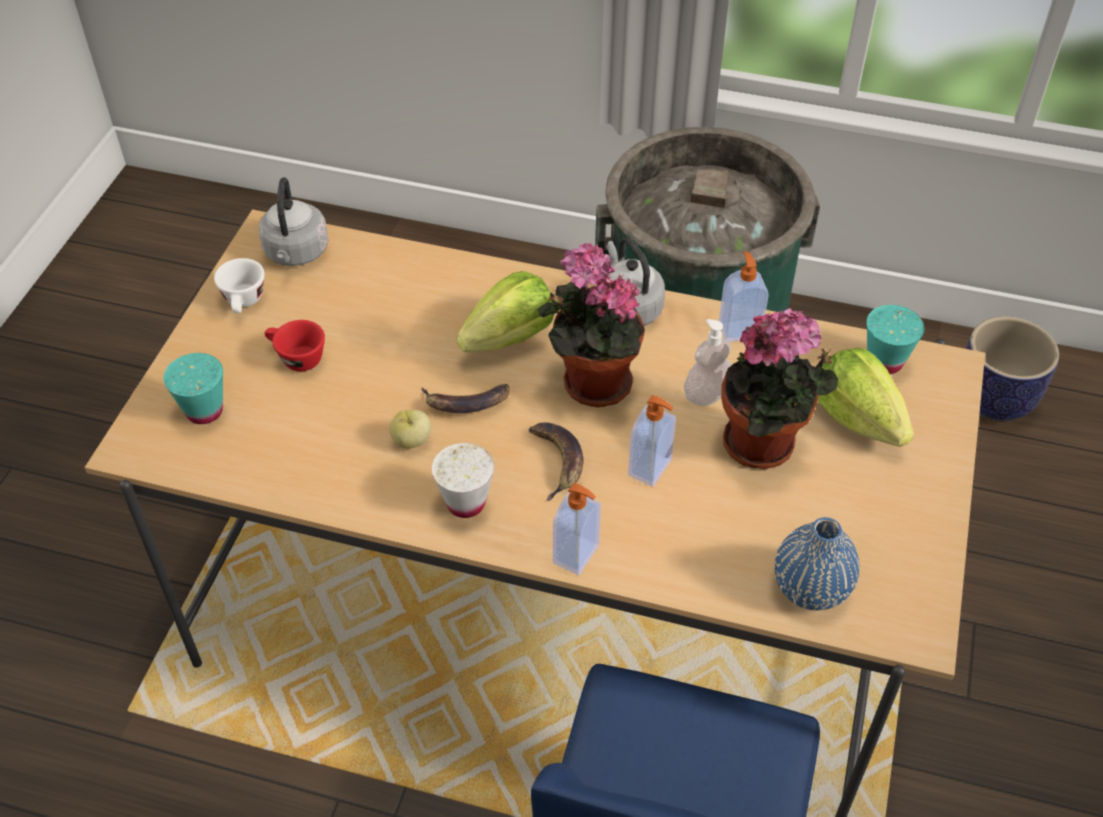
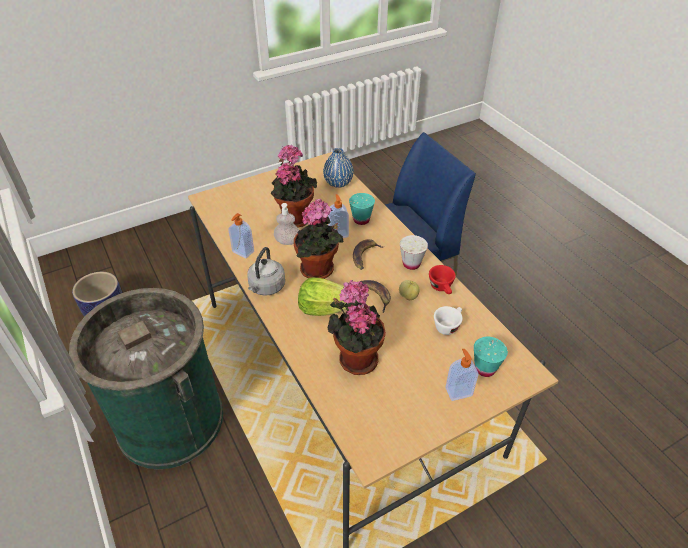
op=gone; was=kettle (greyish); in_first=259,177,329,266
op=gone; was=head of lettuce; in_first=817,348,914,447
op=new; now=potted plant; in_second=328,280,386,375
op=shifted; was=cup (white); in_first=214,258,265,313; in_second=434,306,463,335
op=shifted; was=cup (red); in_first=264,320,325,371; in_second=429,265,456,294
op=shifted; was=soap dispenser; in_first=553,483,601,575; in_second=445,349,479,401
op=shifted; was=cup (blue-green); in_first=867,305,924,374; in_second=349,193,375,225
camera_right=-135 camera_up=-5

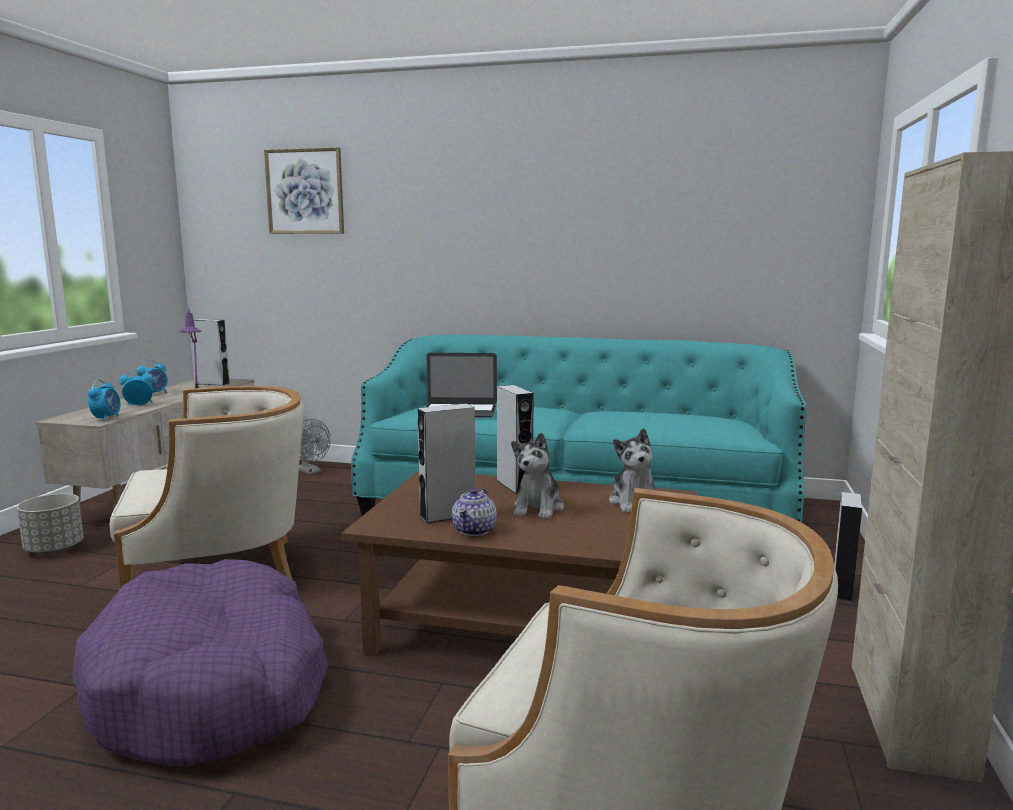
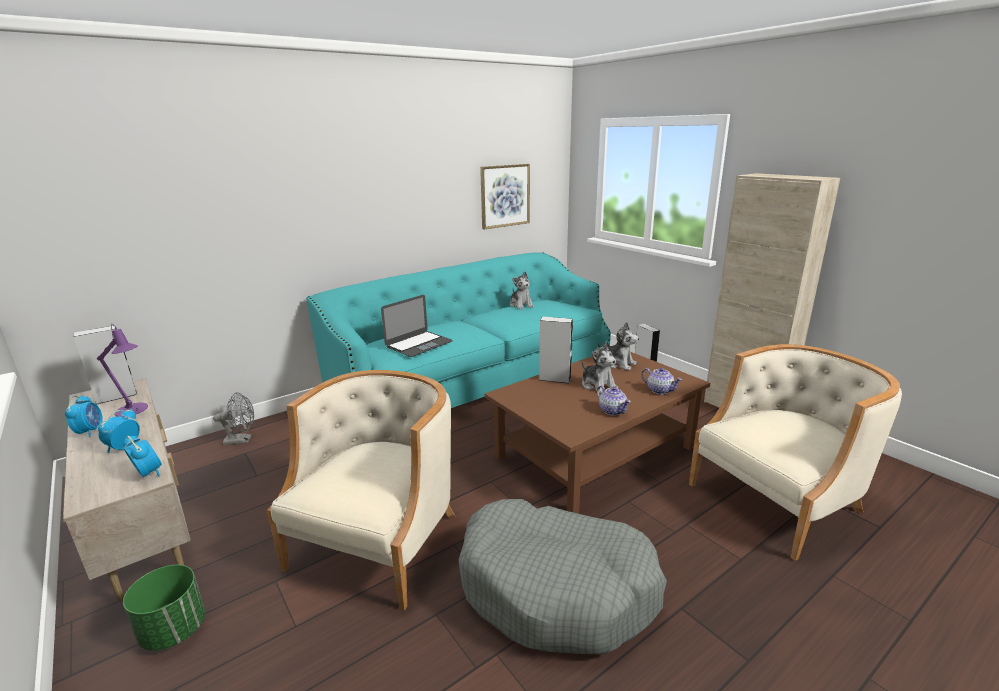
op=gone; was=speaker (greyish); in_first=418,403,476,523
op=new; now=soft toy; in_second=510,271,534,310
op=new; now=pot for tea; in_second=641,368,682,395
op=shifted; was=wall picture; in_first=264,147,344,234; in_second=480,164,530,229
op=repainted; was=planter (greyish); now=planter (green); in_first=17,494,84,554; in_second=123,565,205,651
op=repainted; was=dog cushion (purplish); now=dog cushion (greyish); in_first=72,559,328,767; in_second=459,499,667,655
camera_right=-50 camera_up=10

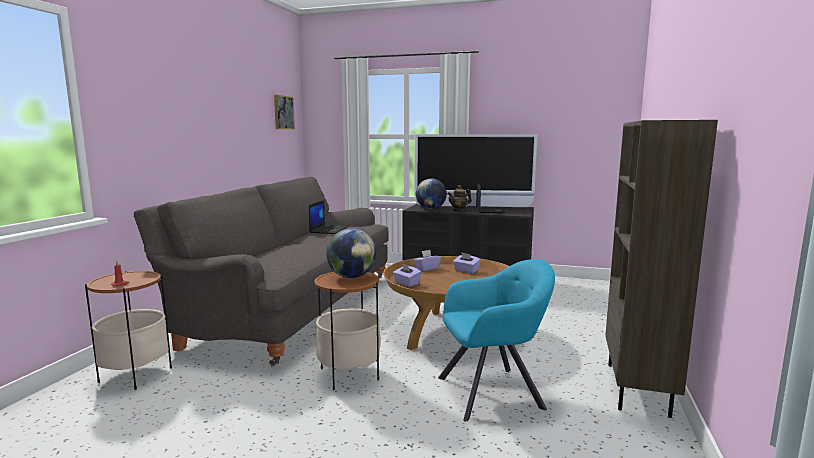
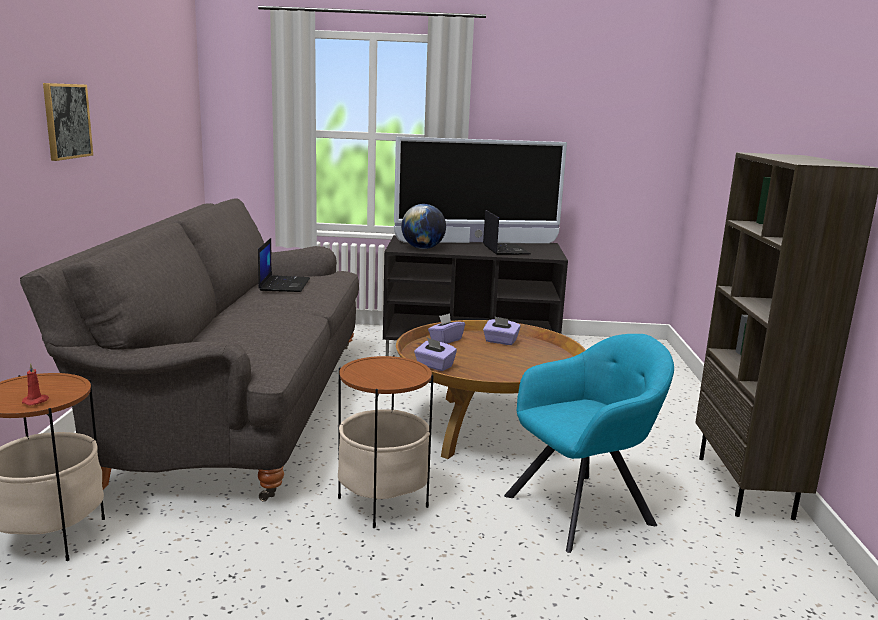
op=gone; was=desk globe; in_first=326,228,376,278
op=gone; was=pot for tea; in_first=447,185,472,212
op=shifted; was=wall picture; in_first=274,95,295,129; in_second=43,83,93,161
camera_right=-15 camera_up=5

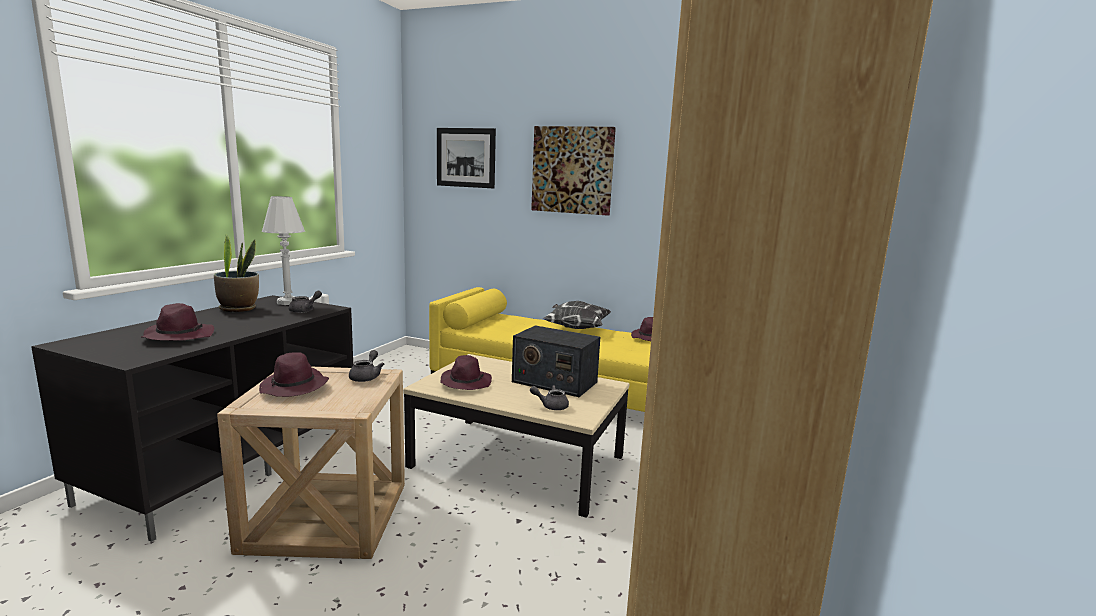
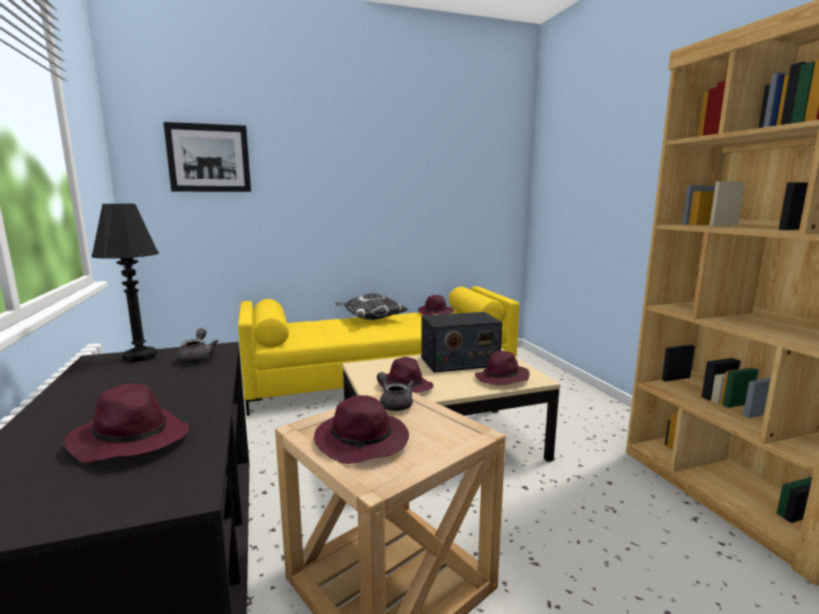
op=gone; was=potted plant; in_first=214,234,259,312
op=gone; was=wall picture; in_first=531,126,616,216
op=swapped; was=pot for tea (greyish); now=hat (purplish); in_first=530,385,569,410; in_second=475,351,530,385
op=repainted; was=lamp for a table (white); now=lamp for a table (black-coloured); in_first=262,196,305,305; in_second=91,204,159,362
camera_right=-40 camera_up=0

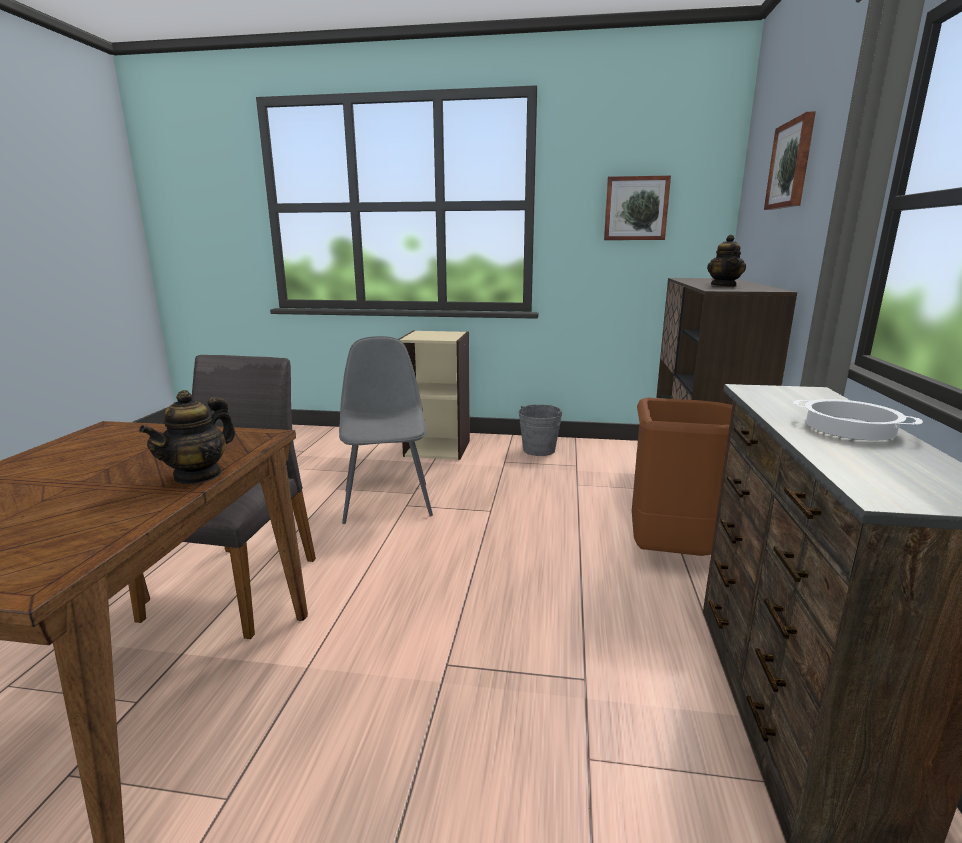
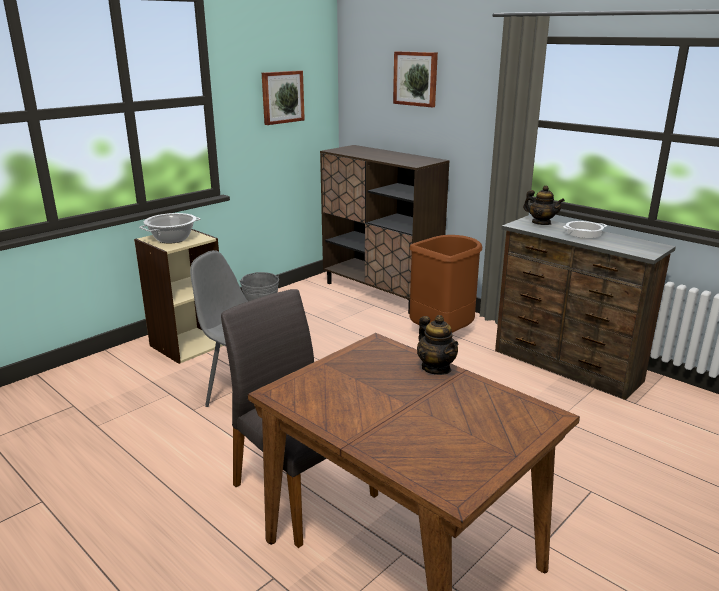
op=new; now=saucepot; in_second=139,213,201,243
op=shifted; was=pot for tea; in_first=707,235,746,287; in_second=523,186,565,225
camera_right=-55 camera_up=5

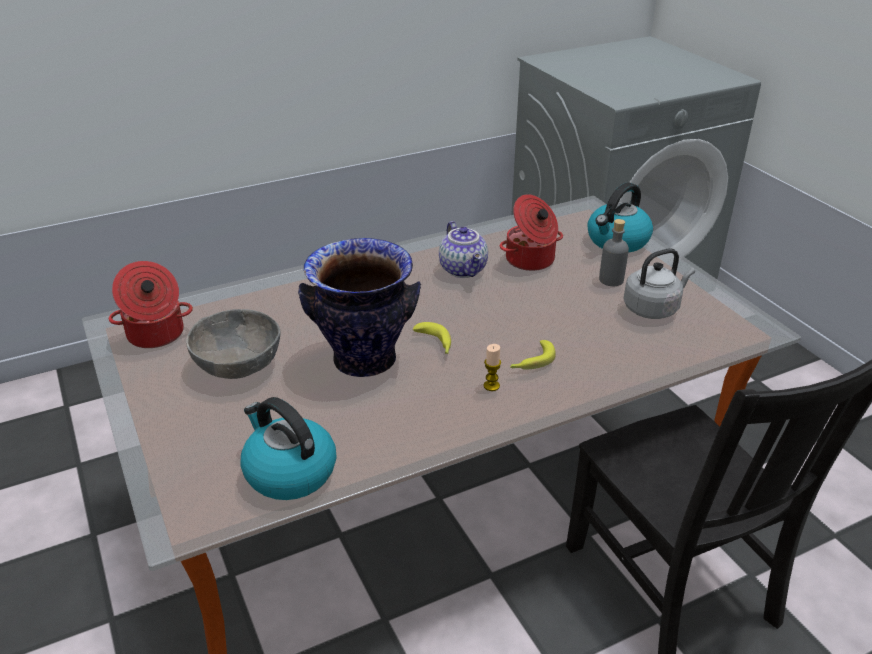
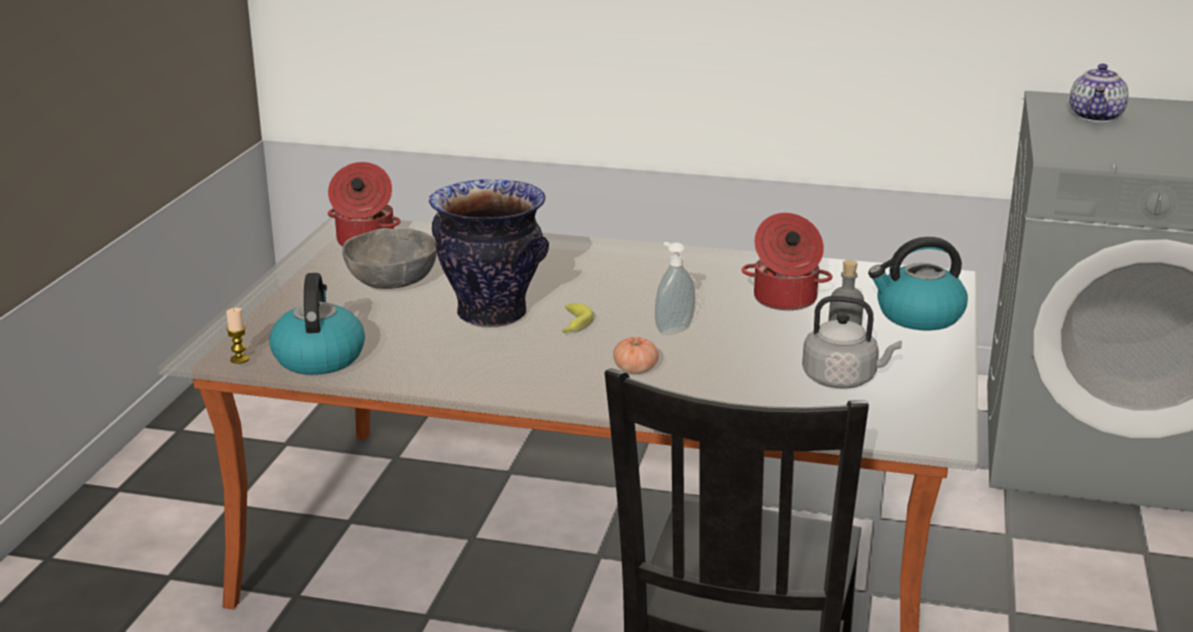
op=new; now=soap dispenser; in_second=655,242,695,335
op=shifted; was=pot for tea; in_first=439,221,488,278; in_second=1070,64,1129,122
op=shifted; was=candle; in_first=484,344,501,391; in_second=226,308,249,364
op=swapped; was=banana fruit; now=fresh tomato; in_first=510,340,556,369; in_second=613,337,659,374
camera_right=40 camera_up=-10

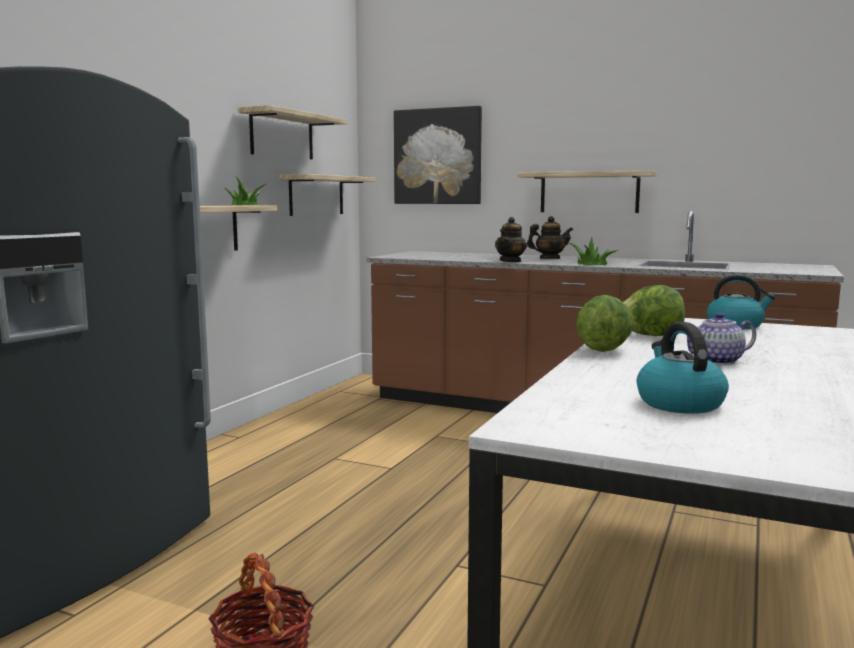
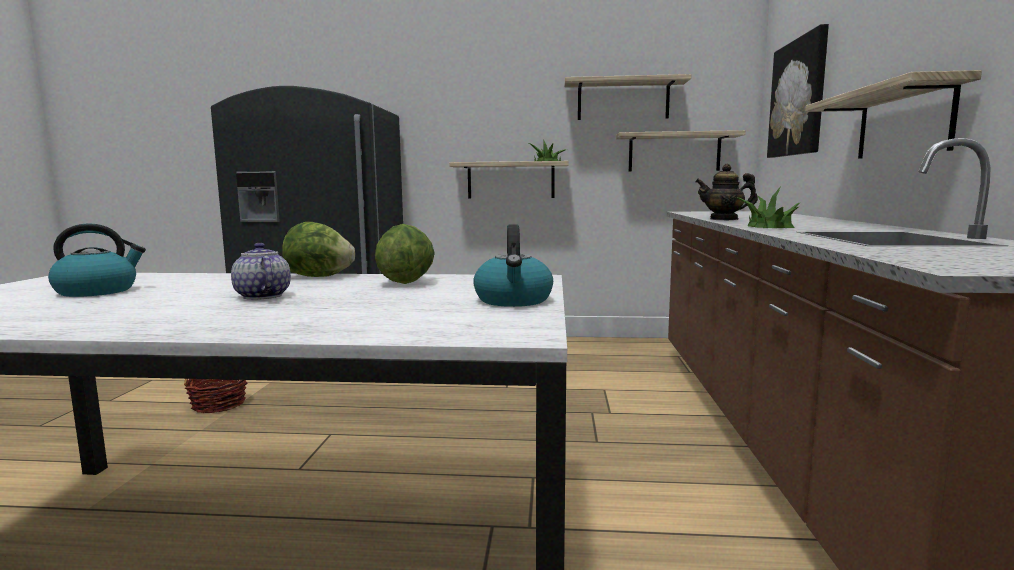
op=gone; was=pot for tea; in_first=527,216,573,259
camera_right=70 camera_up=0

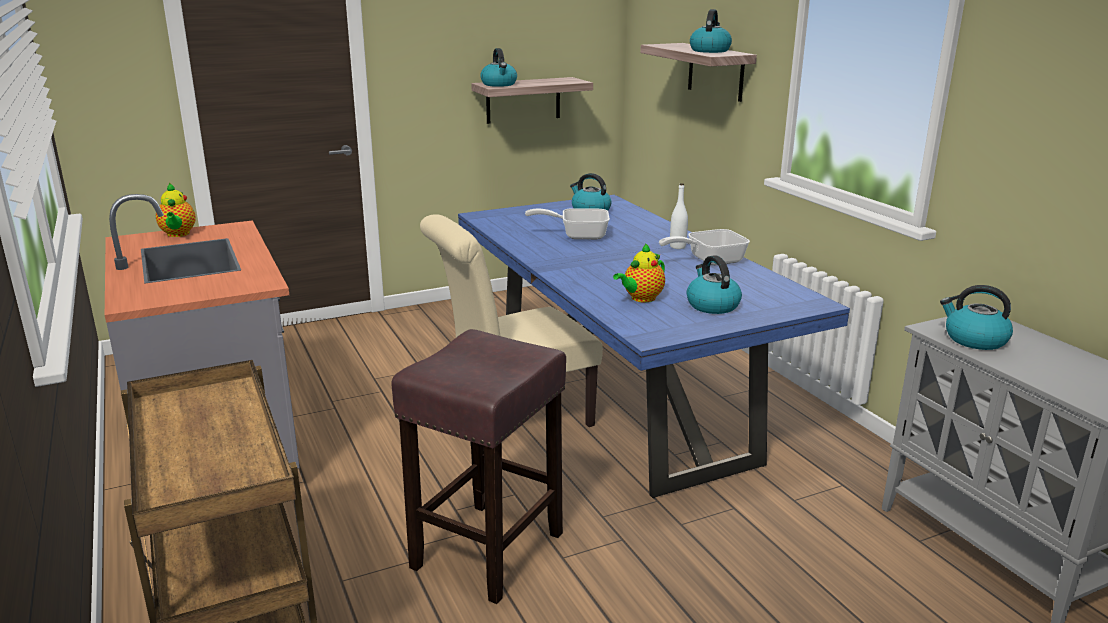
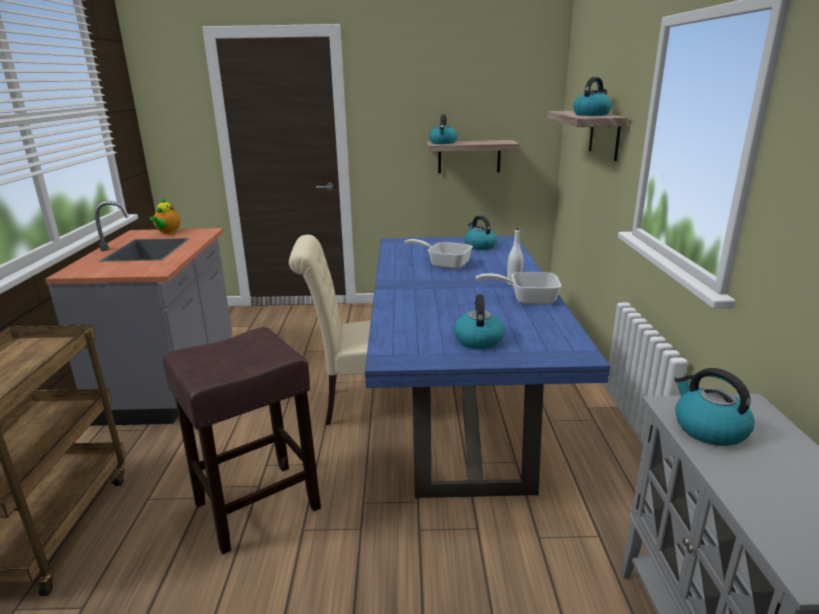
op=gone; was=pot for tea; in_first=613,243,665,302
camera_right=25 camera_up=0

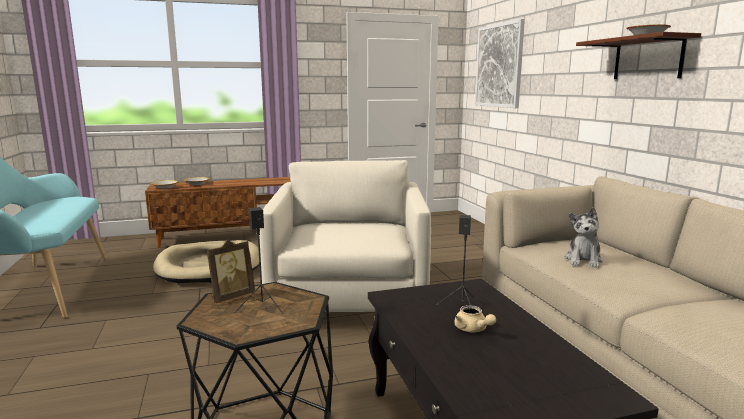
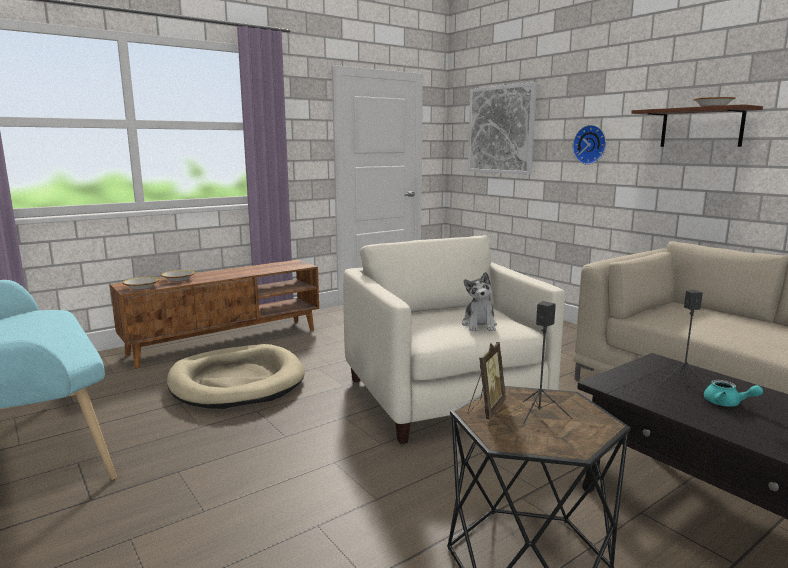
op=new; now=wall clock; in_second=573,125,606,165
op=shifted; was=soft toy; in_first=565,207,603,268; in_second=462,272,497,331
op=repainted; was=pot for tea (beige); now=pot for tea (blue-green); in_first=454,305,496,332; in_second=704,380,763,407
camera_right=-20 camera_up=0

